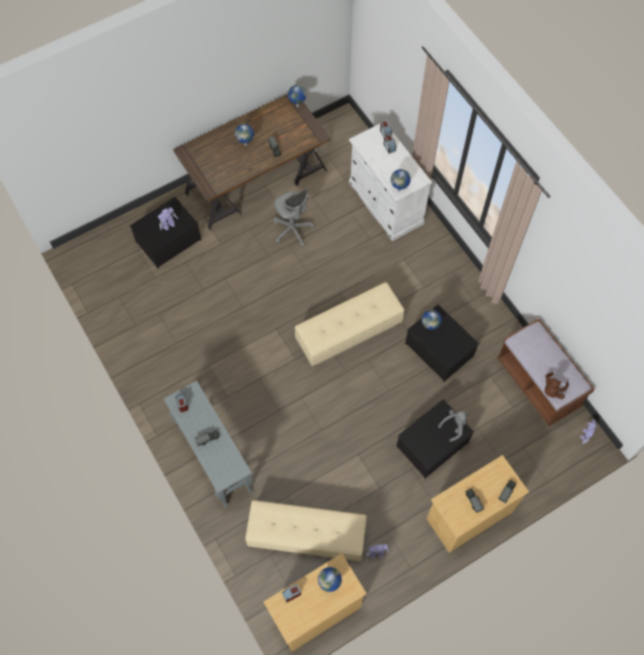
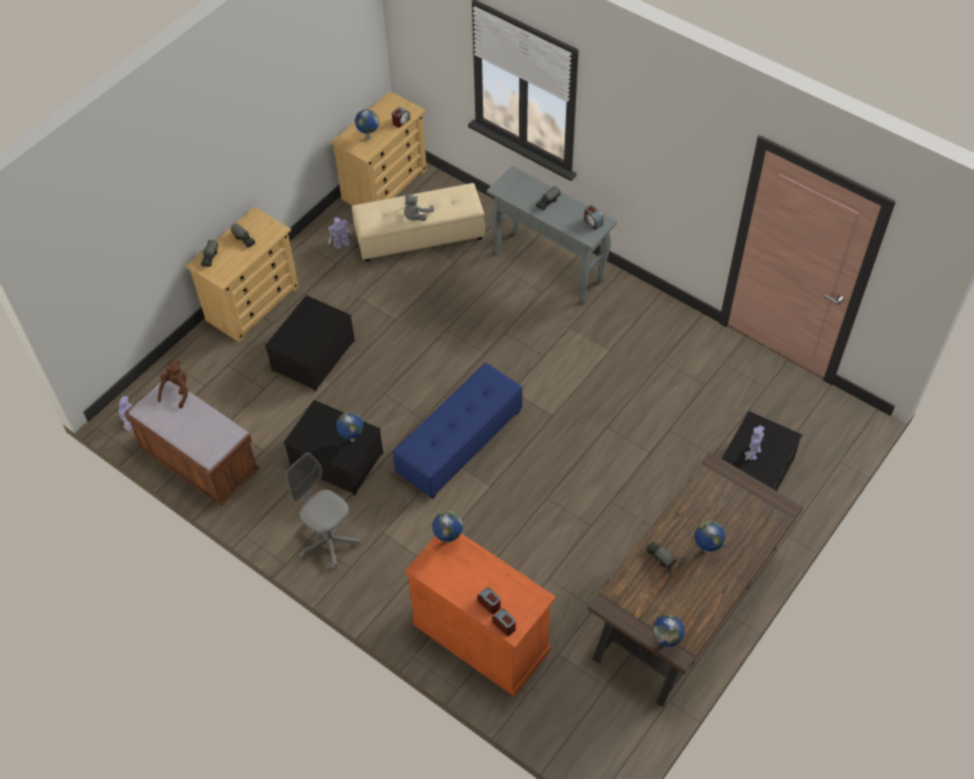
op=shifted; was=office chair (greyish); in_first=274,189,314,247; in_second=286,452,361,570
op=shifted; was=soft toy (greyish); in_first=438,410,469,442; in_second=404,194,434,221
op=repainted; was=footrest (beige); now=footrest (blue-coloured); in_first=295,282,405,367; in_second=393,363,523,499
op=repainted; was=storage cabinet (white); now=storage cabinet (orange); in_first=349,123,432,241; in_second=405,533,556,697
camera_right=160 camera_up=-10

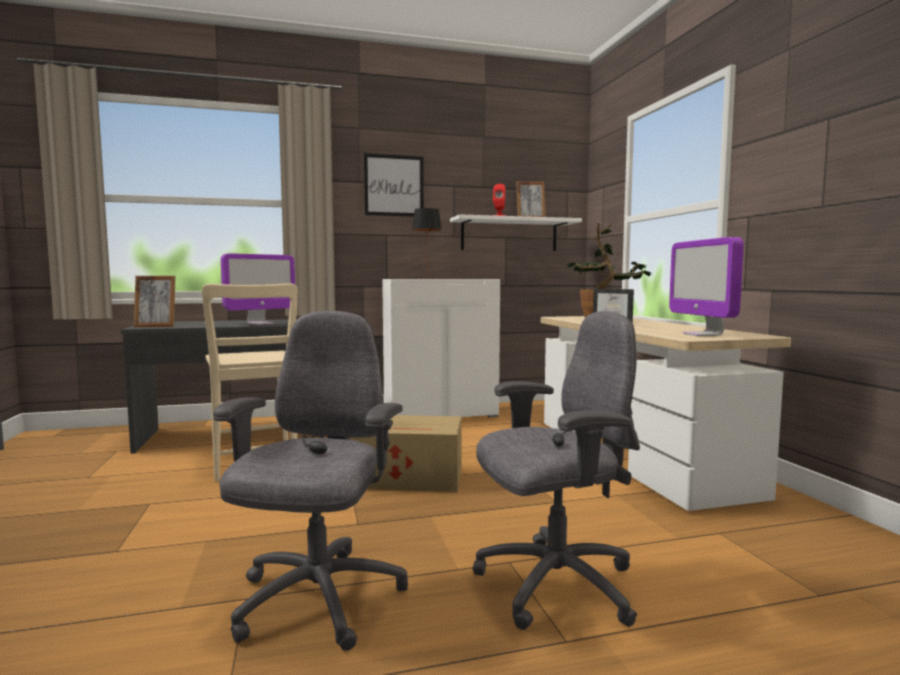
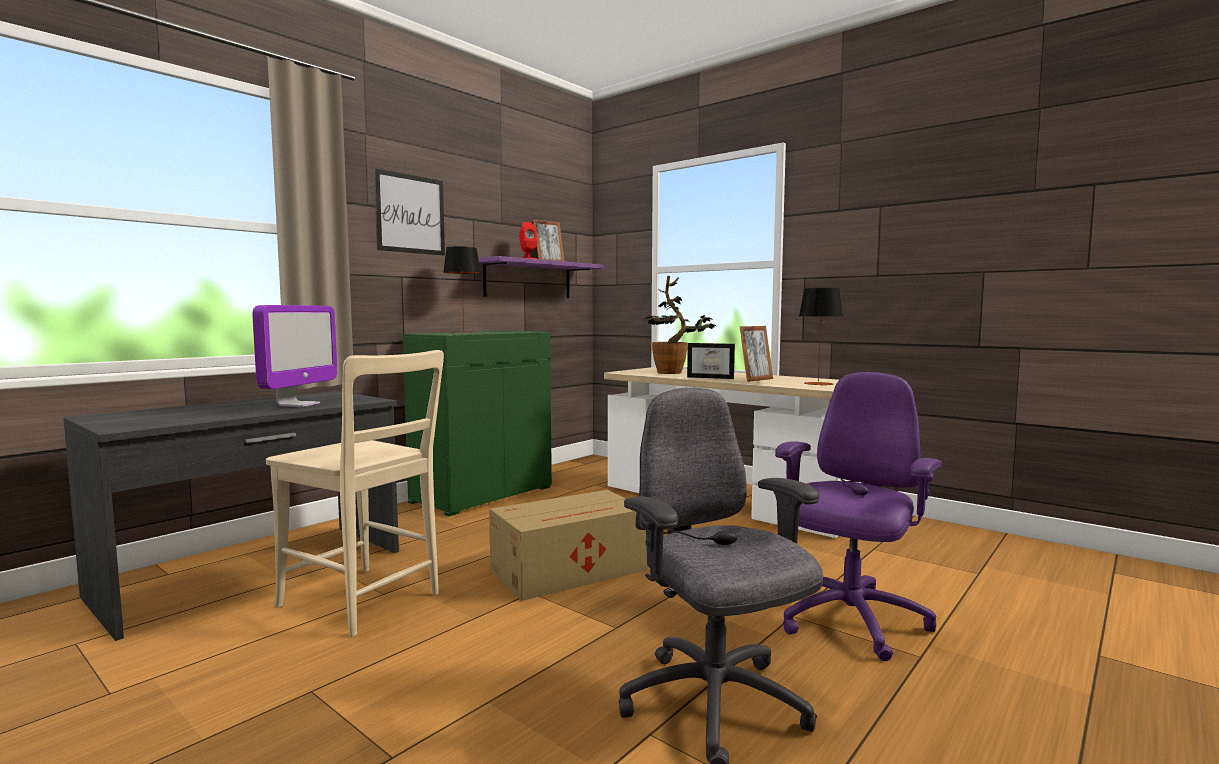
op=shifted; was=photo frame; in_first=134,276,175,327; in_second=740,326,773,382
op=swapped; was=monitor; now=lamp for a table; in_first=669,237,744,336; in_second=799,288,843,386
op=repainted; was=storage cabinet (white); now=storage cabinet (green); in_first=382,279,500,417; in_second=402,331,552,516
op=repainted; was=bracket shelf (white); now=bracket shelf (purplish); in_first=450,214,582,251; in_second=478,256,603,298
op=repainted; was=office chair (greyish); now=office chair (purplish); in_first=473,311,640,630; in_second=775,372,942,661
camera_right=-35 camera_up=0

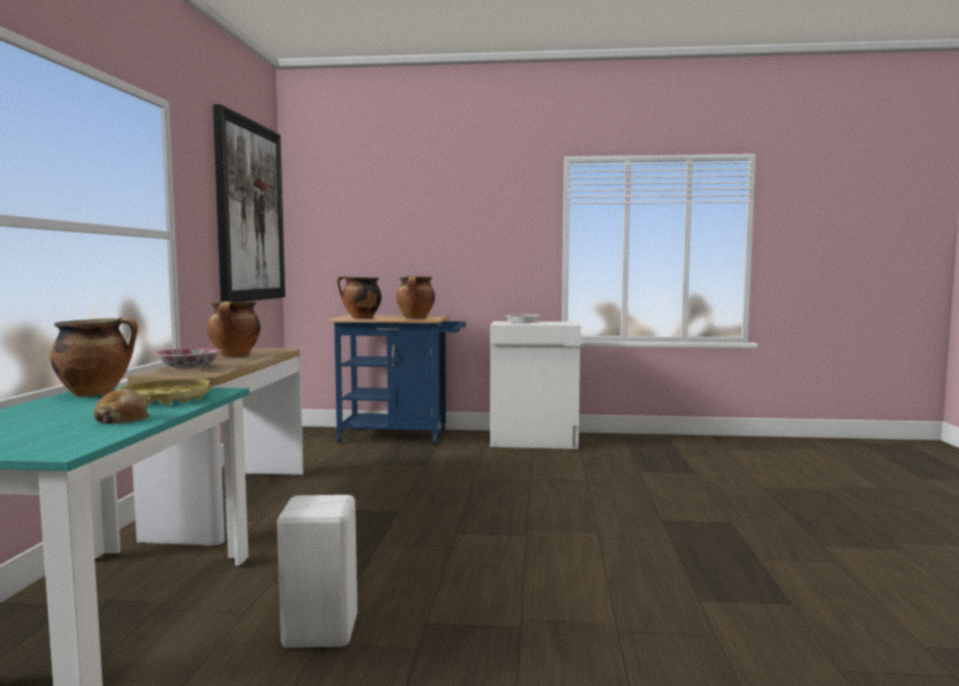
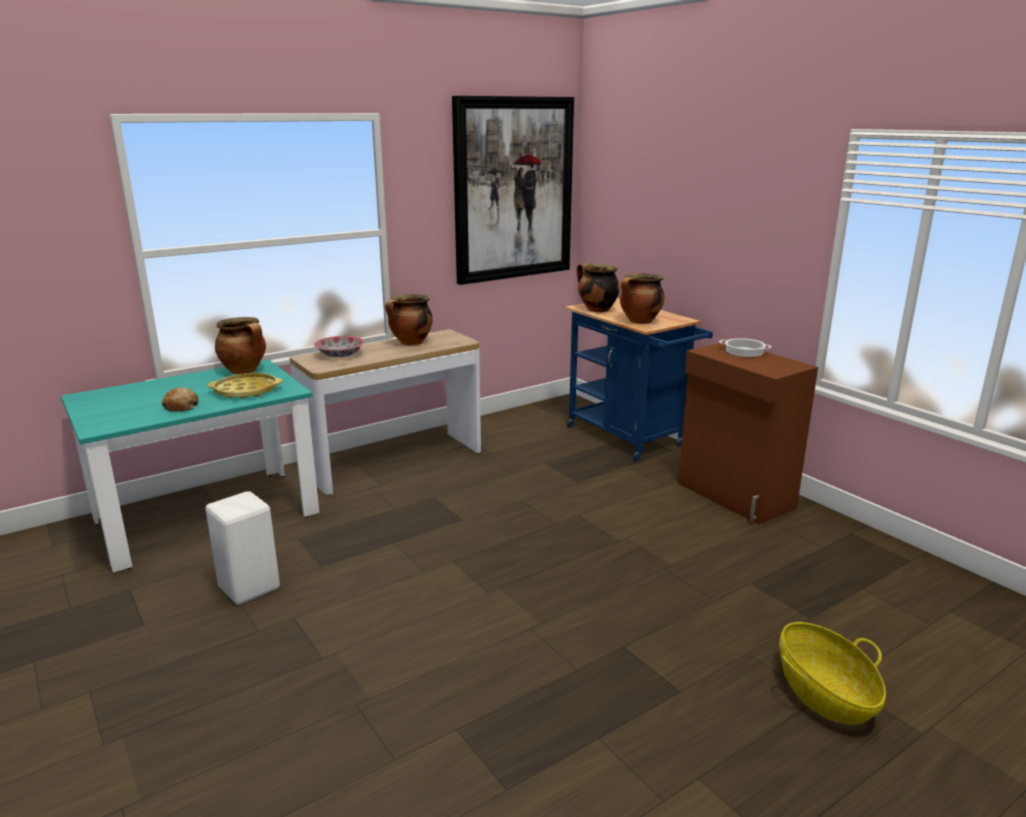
op=new; now=household basket; in_second=779,622,886,725
op=repainted; was=storage cabinet (white); now=storage cabinet (brown-coloured); in_first=490,321,581,449; in_second=678,342,818,525
camera_right=50 camera_up=15

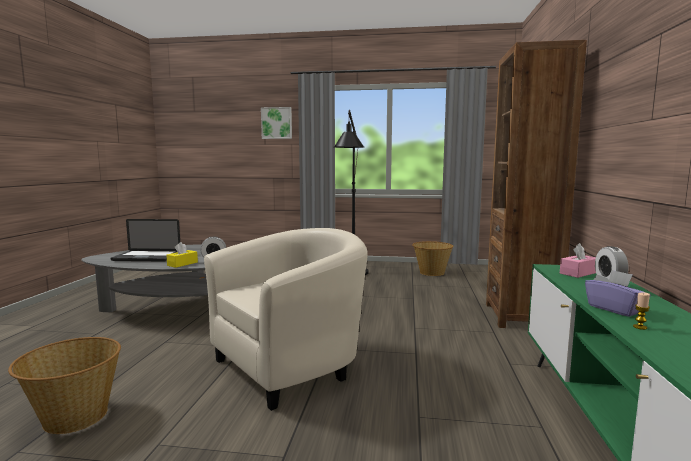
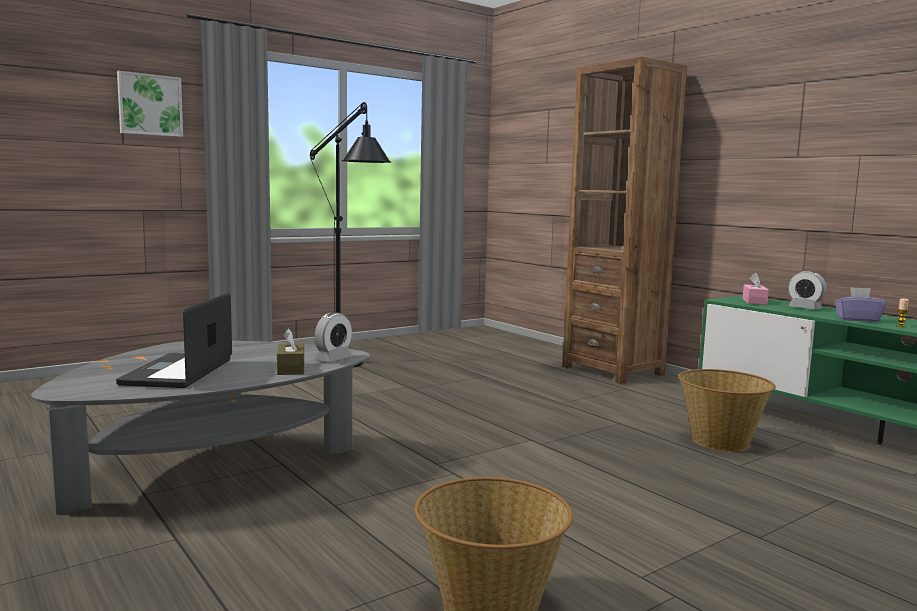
op=gone; was=lounge chair (beige); in_first=204,228,368,411
op=shifted; was=household basket; in_first=412,241,453,276; in_second=678,369,776,452
op=repainted; was=tissue box (yellow); now=tissue box (brown-coloured); in_first=166,242,198,268; in_second=277,328,304,375
op=rotated; was=laptop; in_first=110,219,180,262; in_second=116,293,232,388; clockwise=135
camera_right=-45 camera_up=0

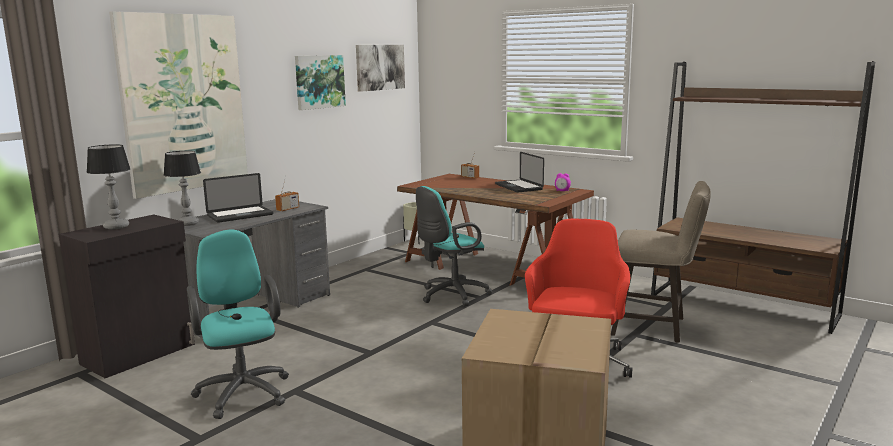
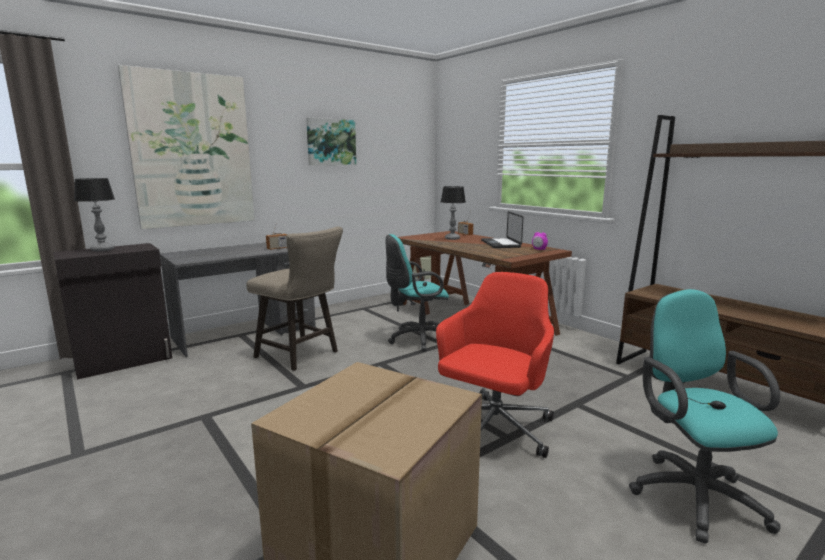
op=gone; was=laptop; in_first=203,173,274,223
op=gone; was=wall picture; in_first=356,45,405,92
op=shifted; was=lamp for a table; in_first=164,151,201,226; in_second=441,186,466,240
op=shifted; was=office chair (blue-green); in_first=187,230,289,419; in_second=629,289,781,544
op=shifted; was=sitting stool (beige); in_first=611,181,711,343; in_second=246,227,343,371
camera_right=15 camera_up=0

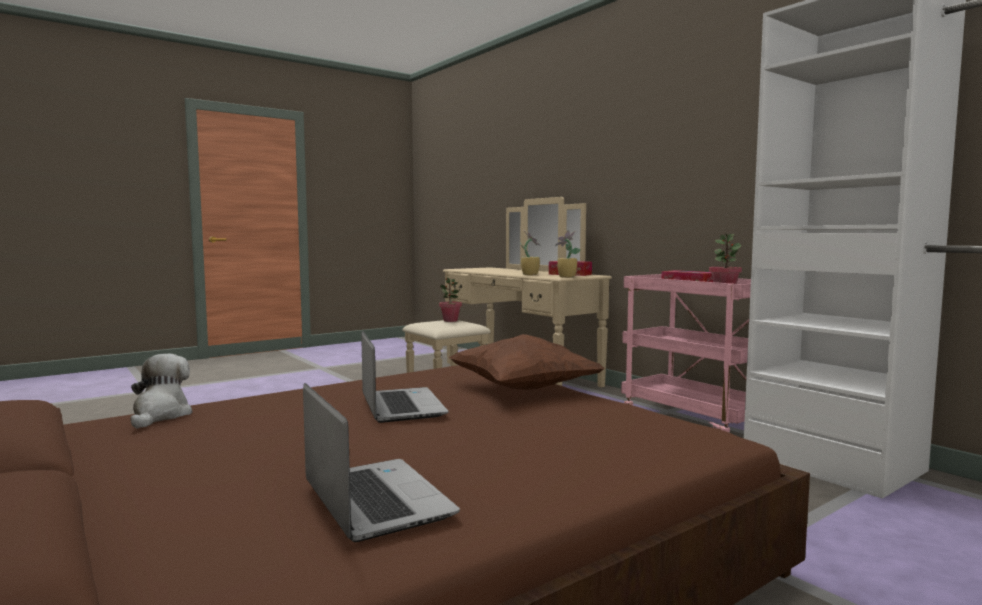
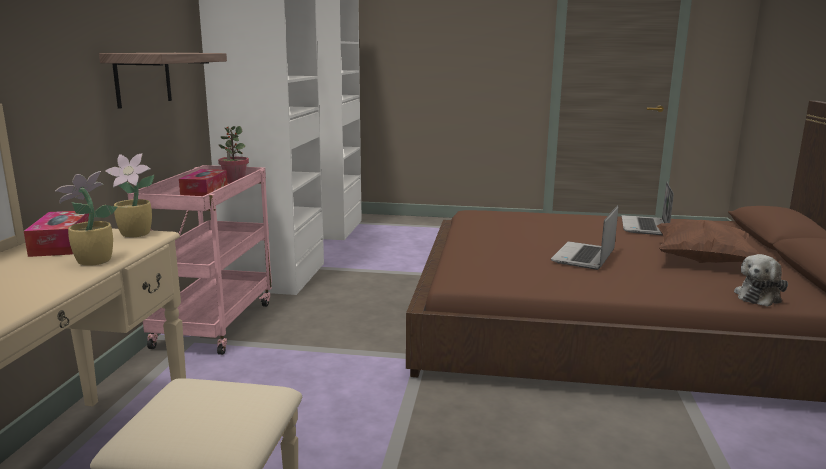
op=gone; was=potted plant; in_first=439,278,462,322
op=new; now=bracket shelf; in_second=99,53,227,109
op=shifted; was=pillow (brown-coloured); in_first=449,334,605,390; in_second=657,220,759,263
camera_right=-135 camera_up=10

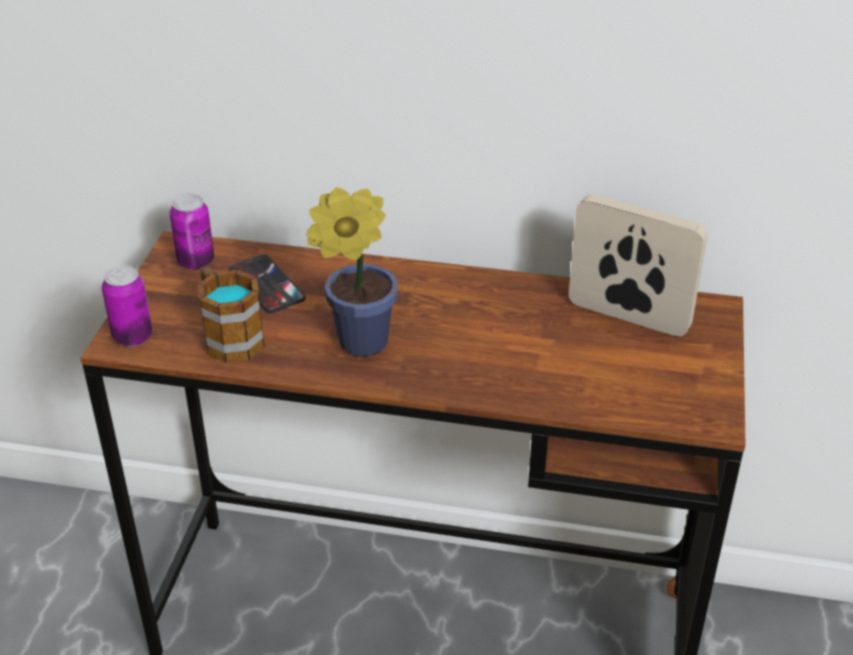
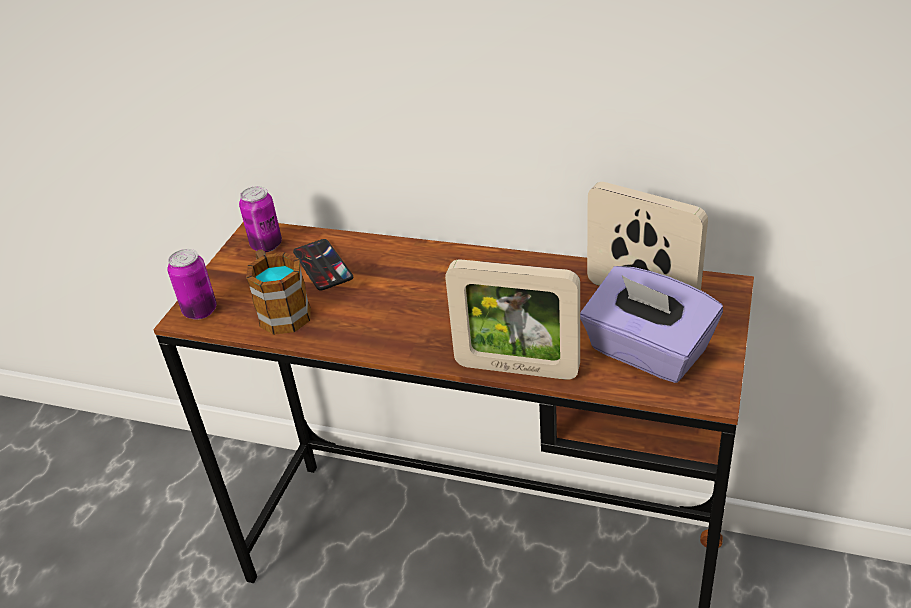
op=gone; was=potted plant; in_first=306,188,398,357
op=new; now=photo frame; in_second=445,260,580,380
op=new; now=tissue box (purplish); in_second=580,266,723,383
camera_right=10 camera_up=0

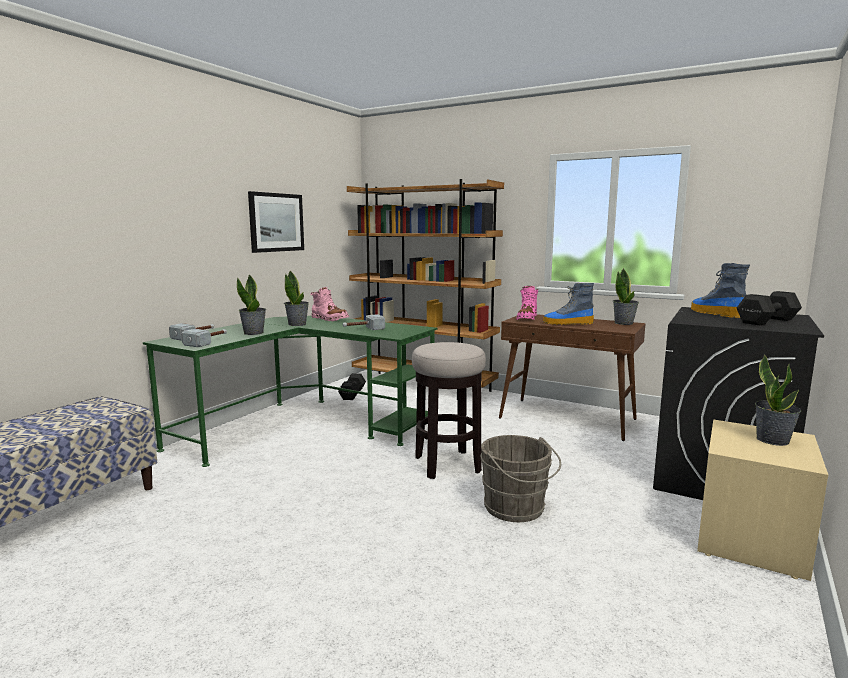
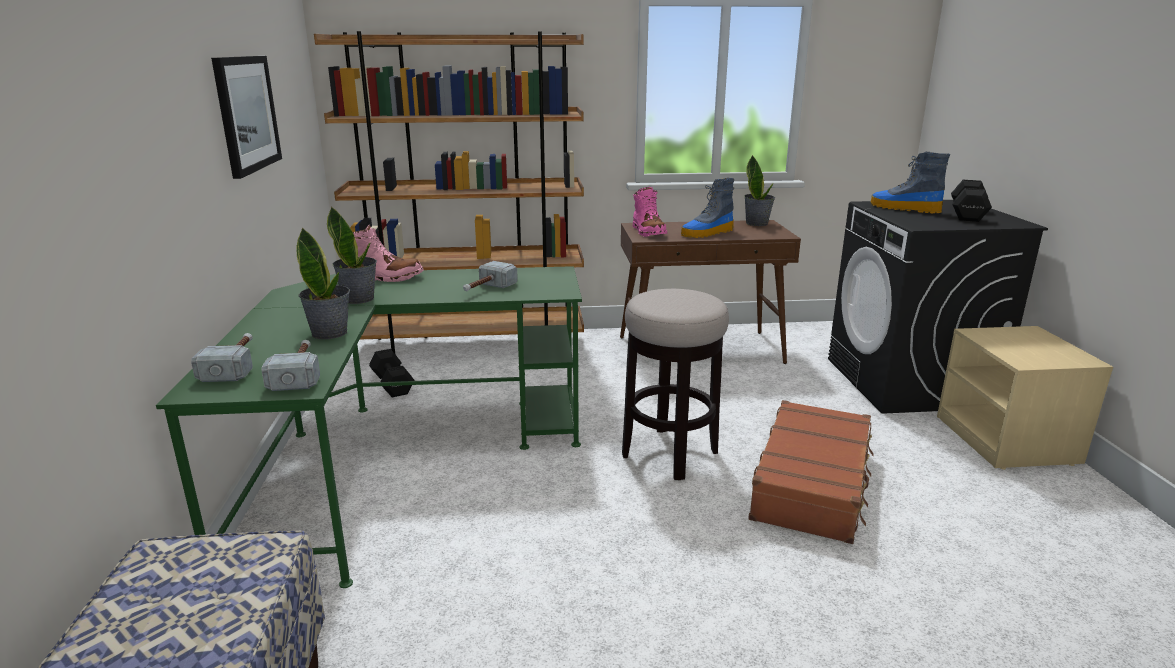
op=gone; was=potted plant; in_first=755,354,801,446
op=swapped; was=water bucket (greyish); now=suitcase (brown-coloured); in_first=481,435,561,522; in_second=748,400,874,544
camera_right=-35 camera_up=10

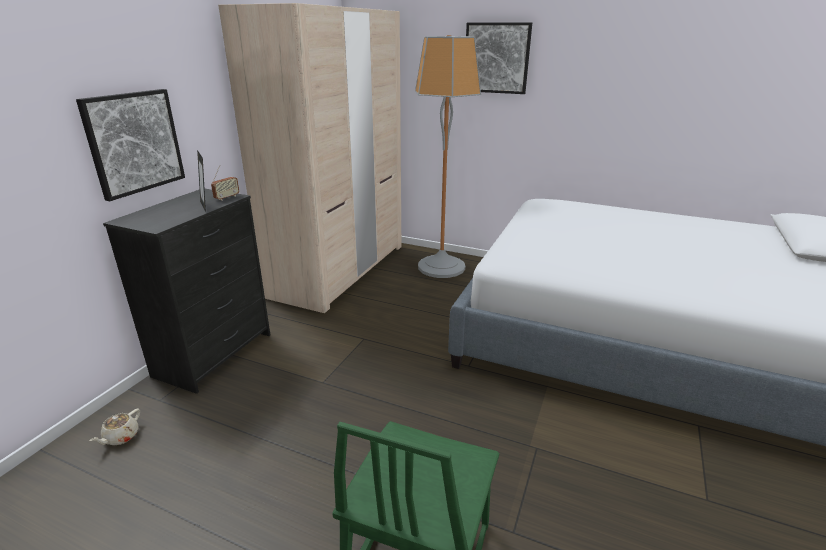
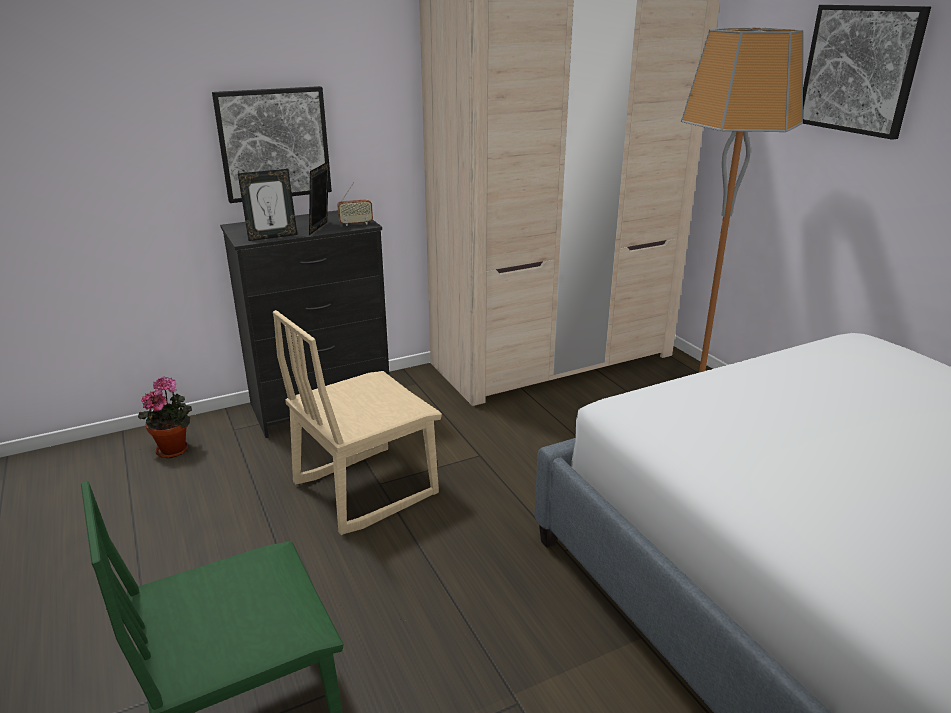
op=new; now=photo frame; in_second=238,169,297,241
op=new; now=plain chair (beige); in_second=273,310,442,535
op=swapped; was=pot for tea (beige); now=potted plant; in_first=90,409,140,445; in_second=138,376,192,458
camera_right=40 camera_up=0

